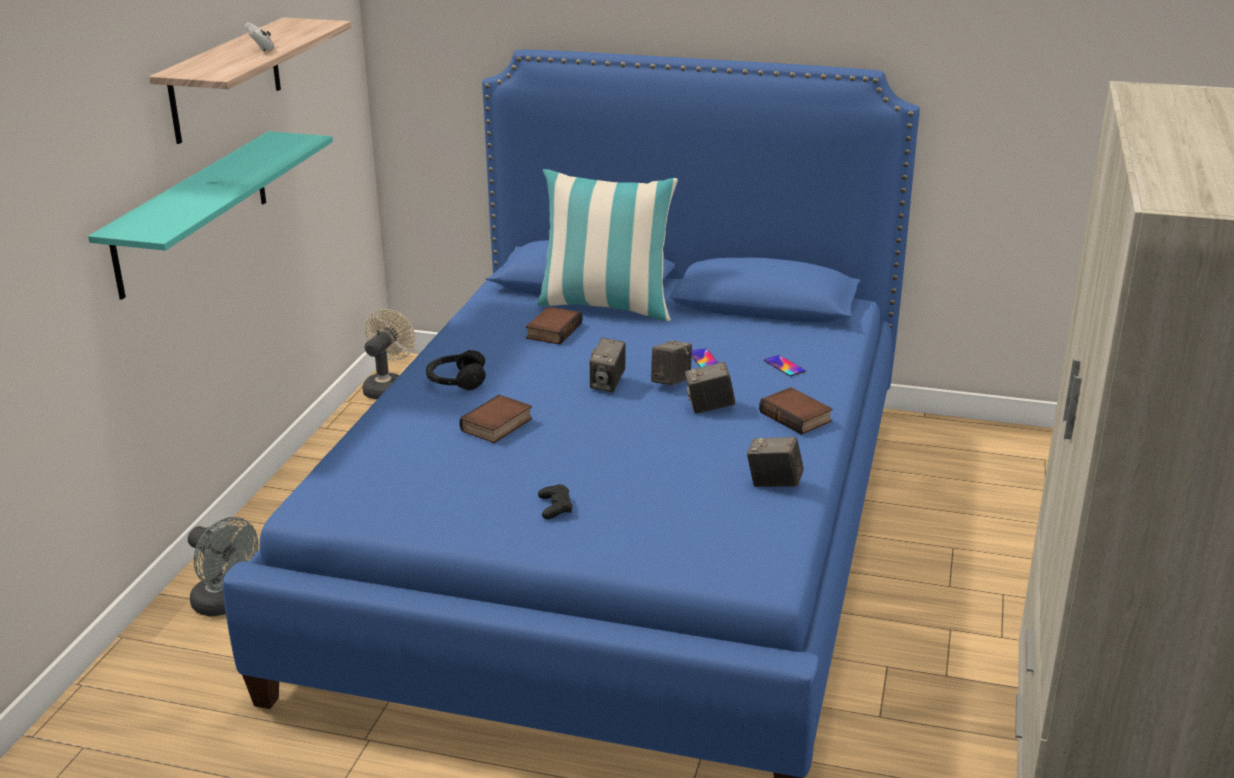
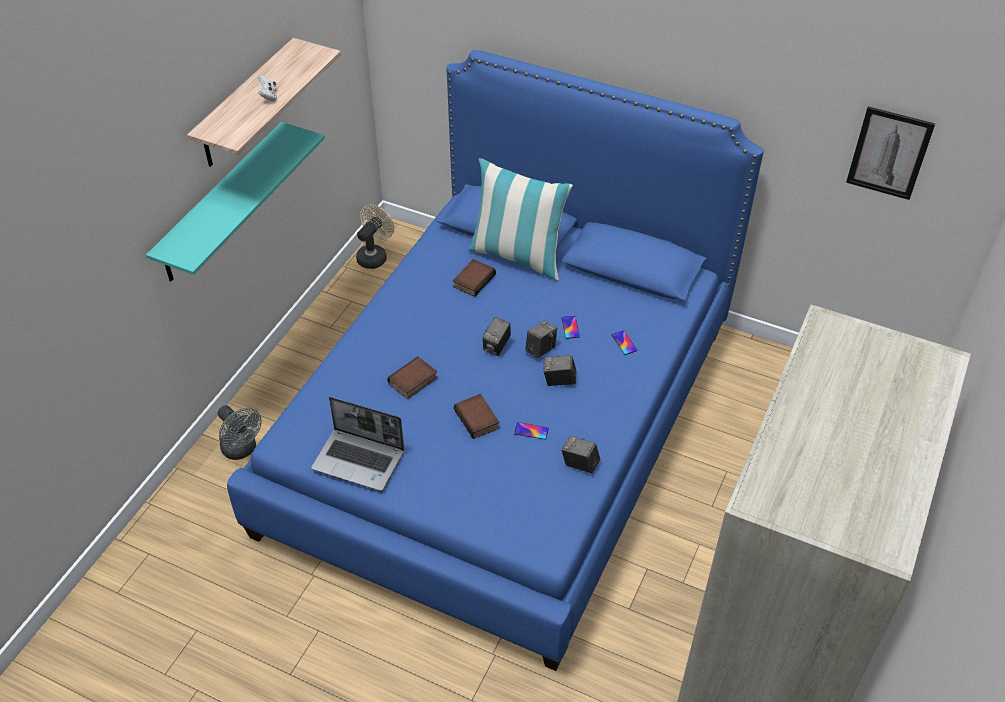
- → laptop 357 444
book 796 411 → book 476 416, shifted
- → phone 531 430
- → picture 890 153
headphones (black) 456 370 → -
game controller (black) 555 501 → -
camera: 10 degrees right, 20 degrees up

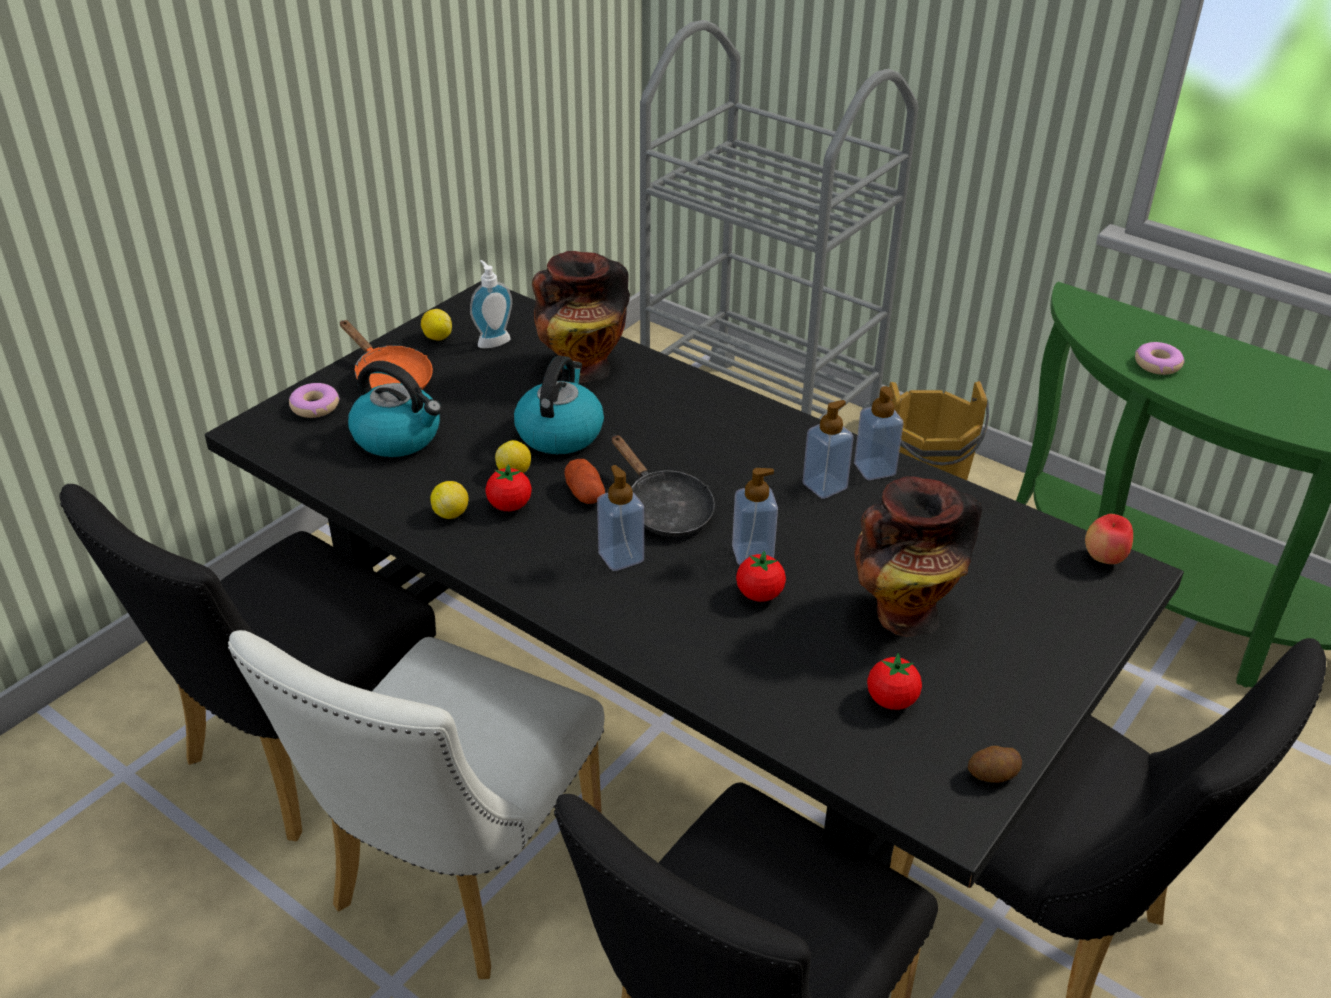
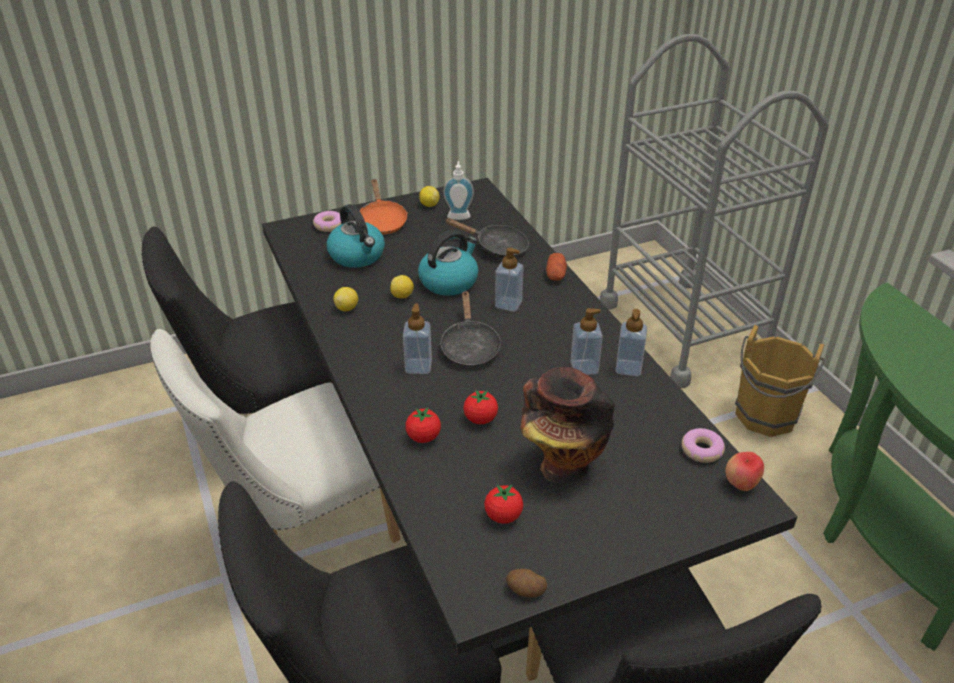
tomato 508 487 → tomato 423 425, shifted
vase 581 317 → frying pan (black) 487 238
soap dispenser 755 516 → soap dispenser 509 280, shifted
potato 584 481 → potato 556 267, shifted
donut 1160 358 → donut 703 445, shifted
camera: 30 degrees right, 0 degrees up

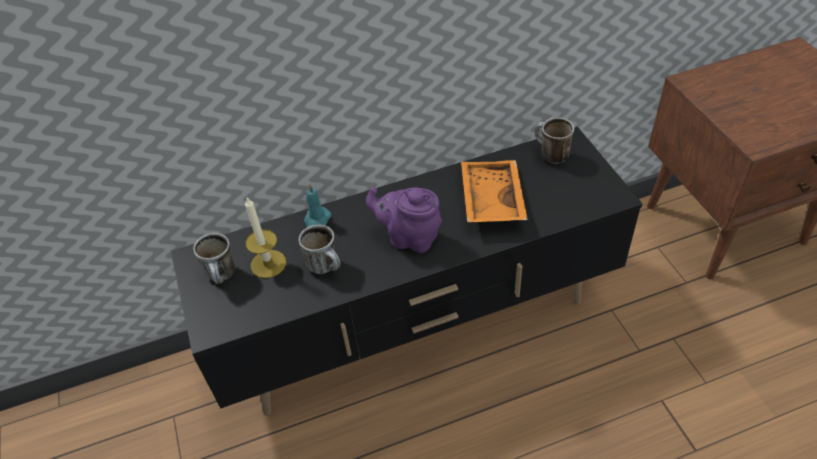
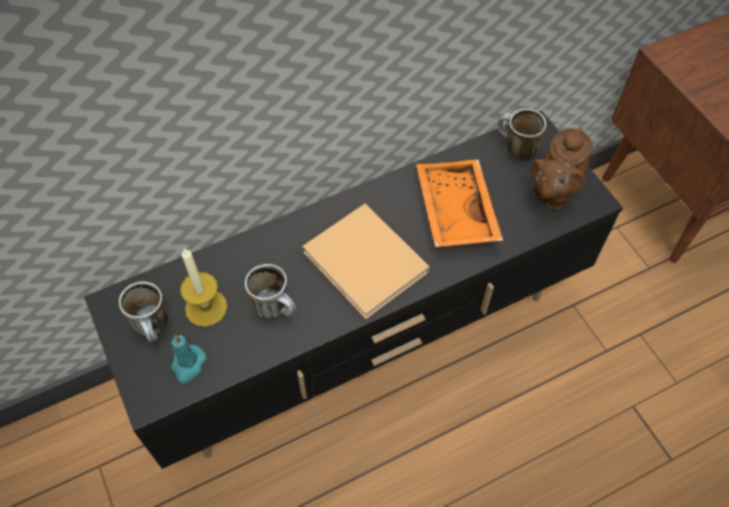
candle (turquoise) 317 205 → candle (turquoise) 188 359, shifted
teapot (purple) 404 220 → book (beige) 366 261
- → teapot (brown) 561 169
camera: 10 degrees left, 10 degrees up

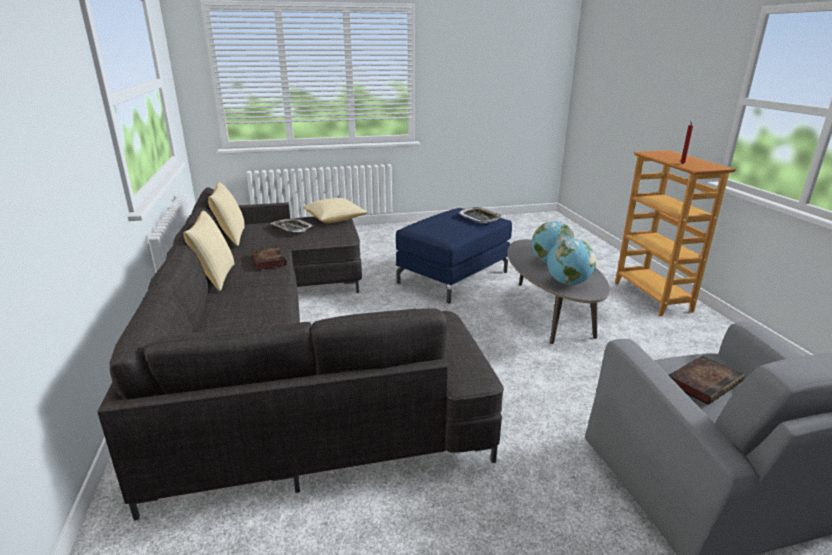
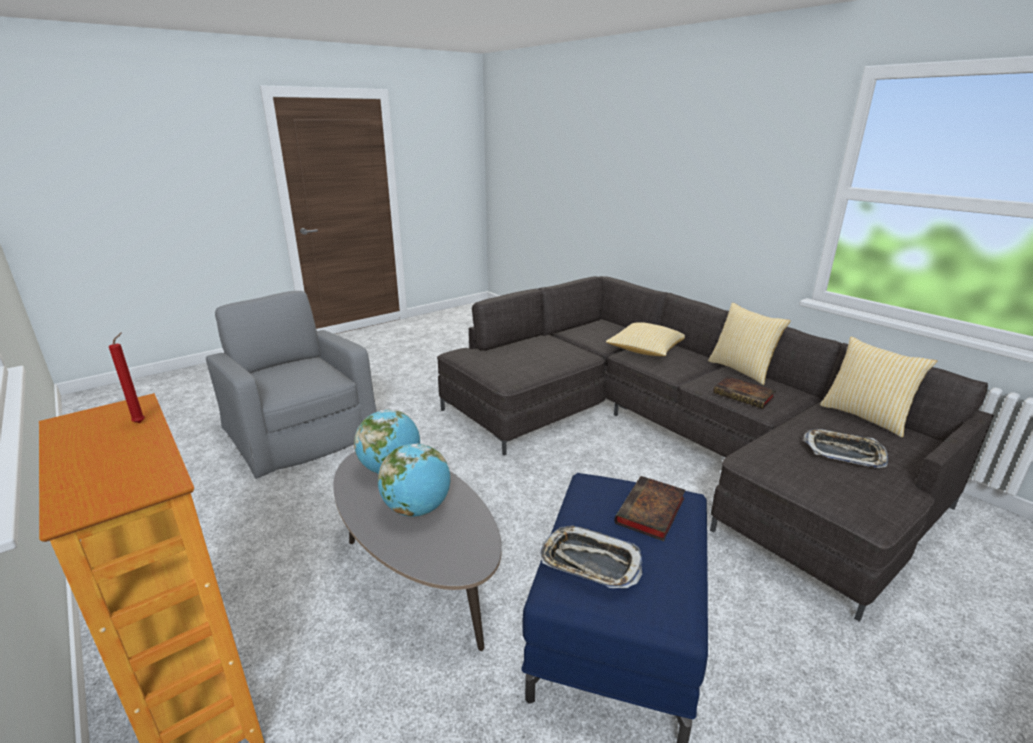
pillow 335 210 → pillow 645 339, shifted
book 707 380 → book 650 508, shifted
camera: 155 degrees right, 0 degrees up

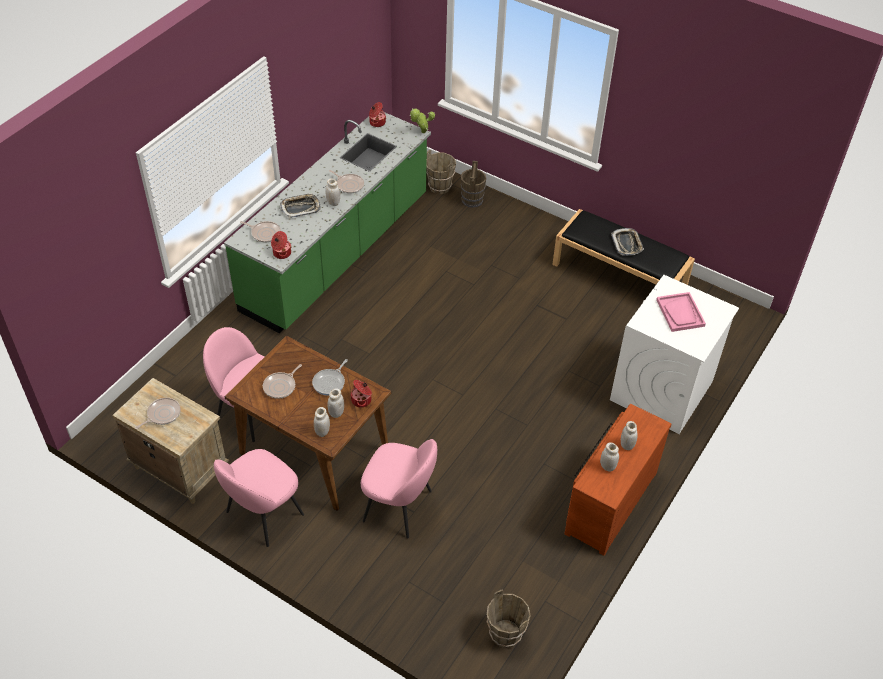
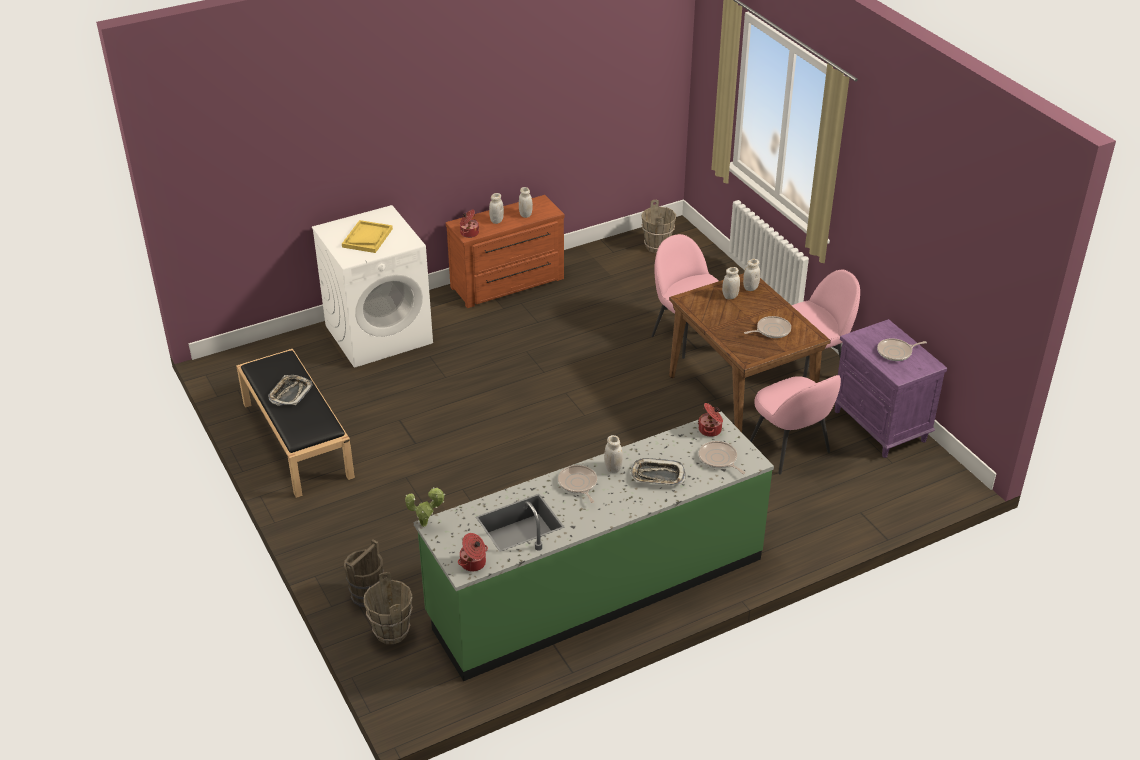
tray (pink) 681 312 → tray (yellow) 367 236
cooking pot 361 394 → cooking pot 469 223, shifted
nightstand (beige) 171 441 → nightstand (purple) 891 388
frying pan 330 377 → -
camera: 150 degrees left, 10 degrees down

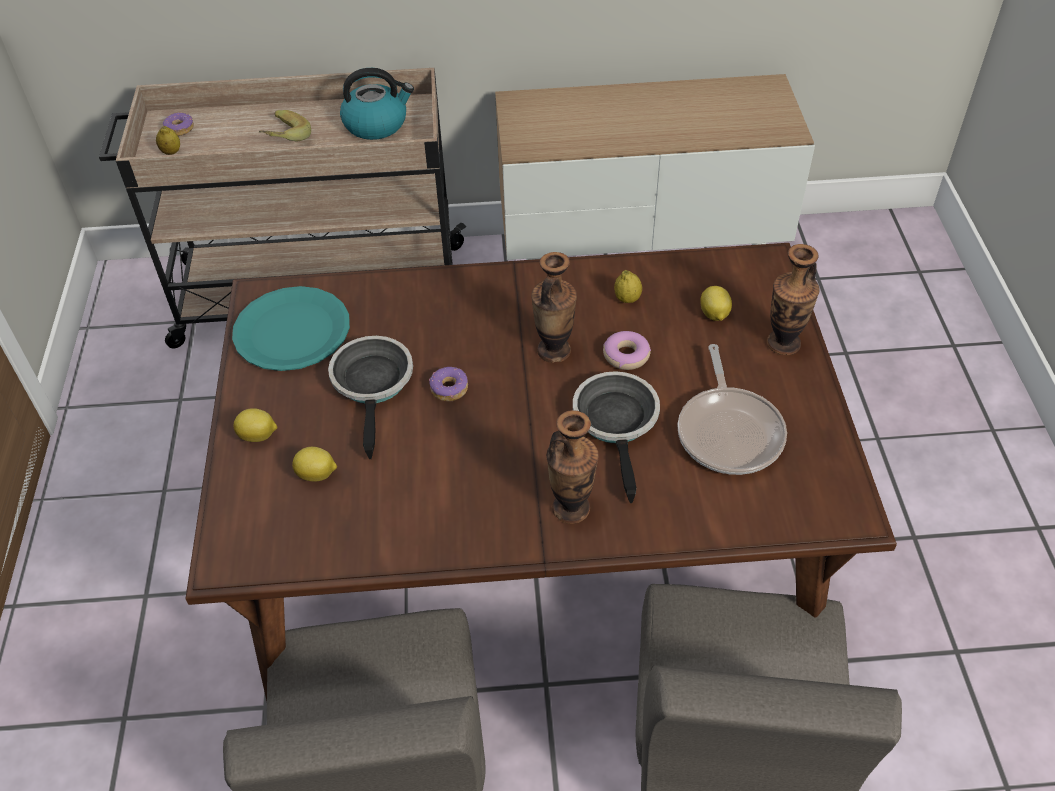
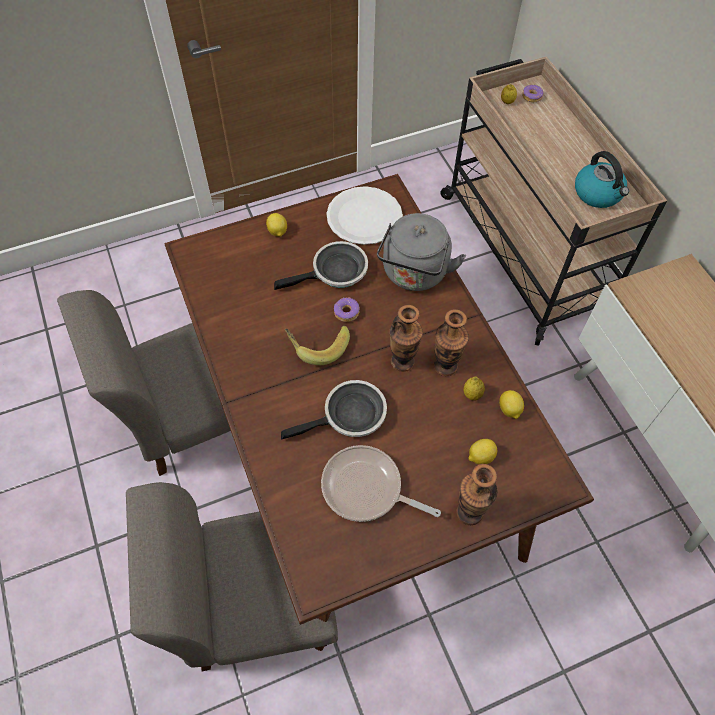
banana 285 125 → banana 317 345, shifted
frying pan 732 409 → frying pan 381 483, 45 degrees clockwise
plate (turquoise) 291 328 → plate (white) 364 215
- → kettle (grey) 421 252
vase 572 467 → vase 451 342, shifted
lemon 314 464 → lemon 511 404, shifted
donut 627 350 → -
camera: 70 degrees right, 10 degrees up

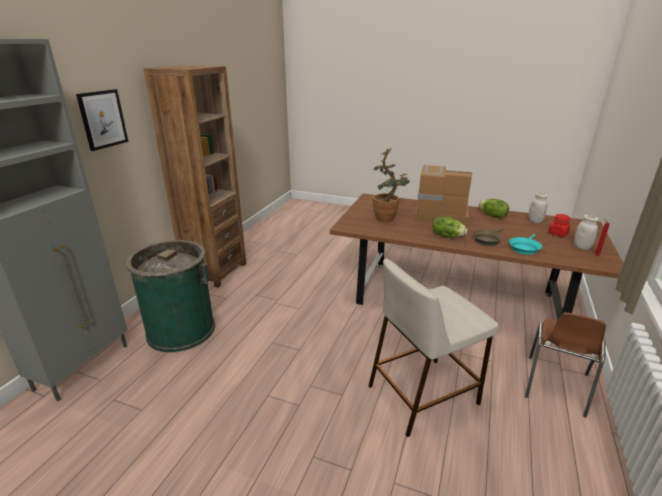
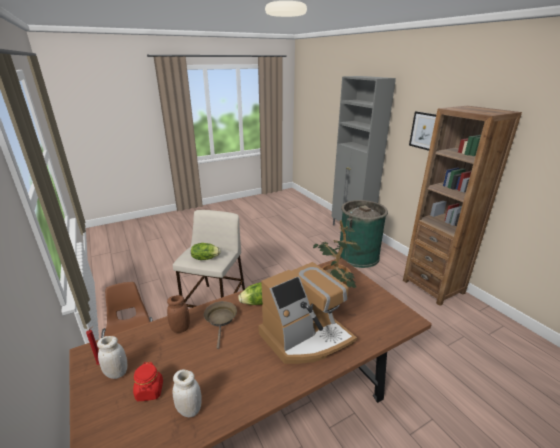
frying pan (turquoise) 525 244 → jar (brown) 178 314
lettuce 493 208 → lettuce 206 251, shifted
camera: 130 degrees right, 0 degrees up

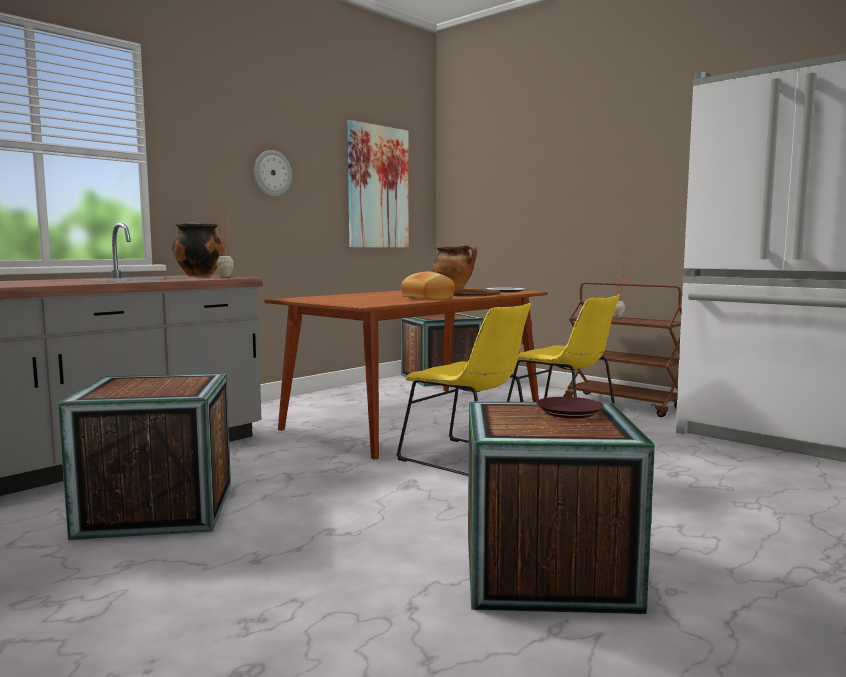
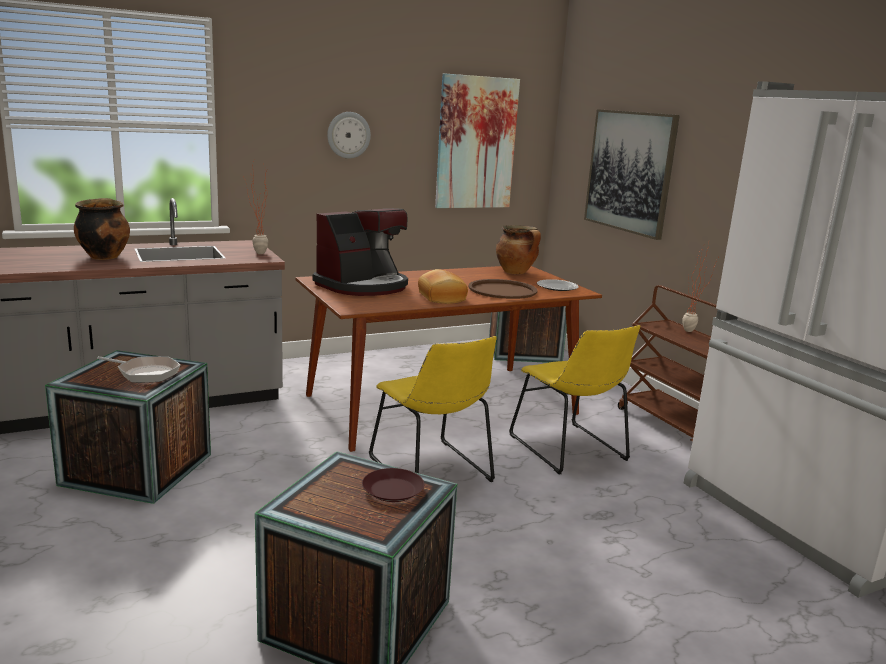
cooking pot 197 249 → cooking pot 102 229, shifted
- → frying pan 139 369
- → coffee machine 360 252
- → picture 632 174
camera: 20 degrees right, 10 degrees up

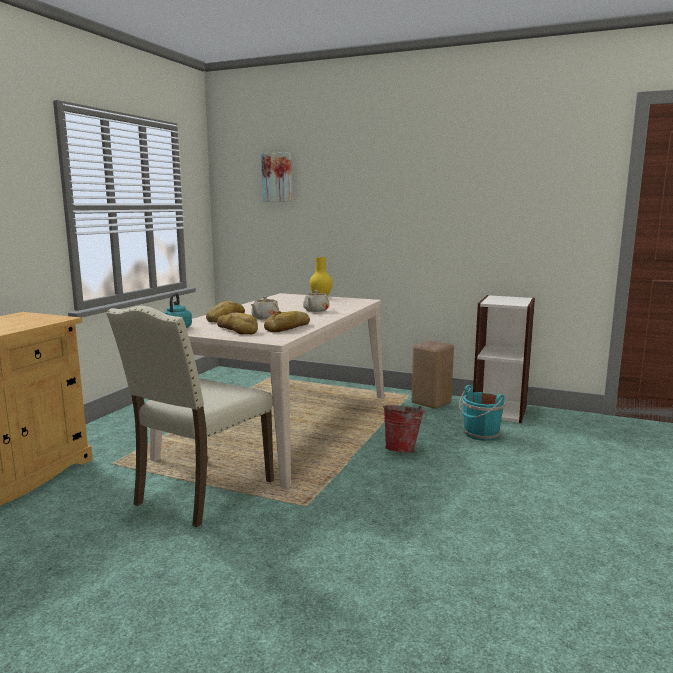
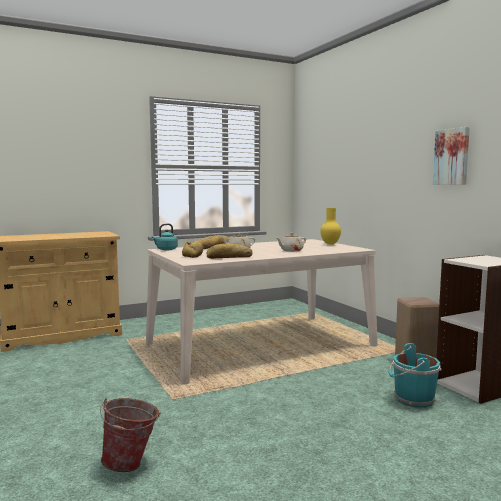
bucket 405 429 → bucket 130 435, shifted
picture 276 177 → picture 451 156, shifted
chair (beige) 190 416 → -
camera: 40 degrees right, 5 degrees down

